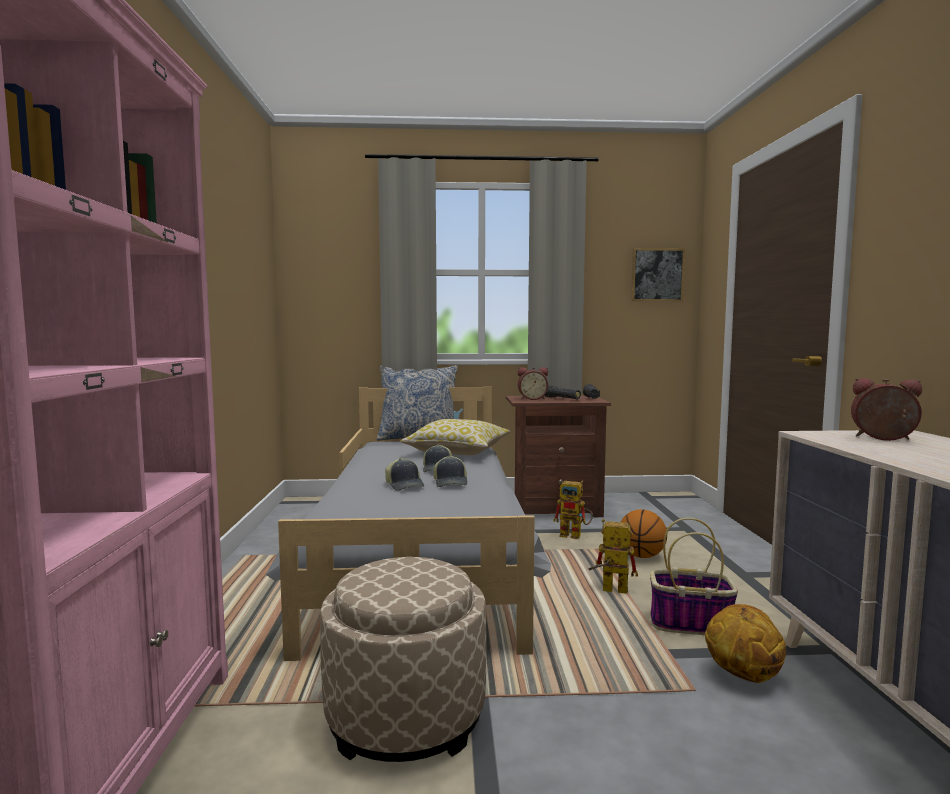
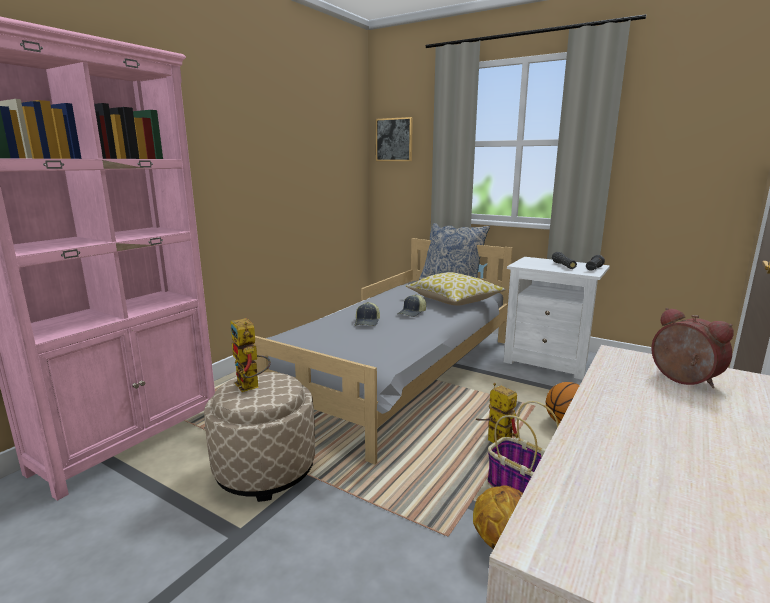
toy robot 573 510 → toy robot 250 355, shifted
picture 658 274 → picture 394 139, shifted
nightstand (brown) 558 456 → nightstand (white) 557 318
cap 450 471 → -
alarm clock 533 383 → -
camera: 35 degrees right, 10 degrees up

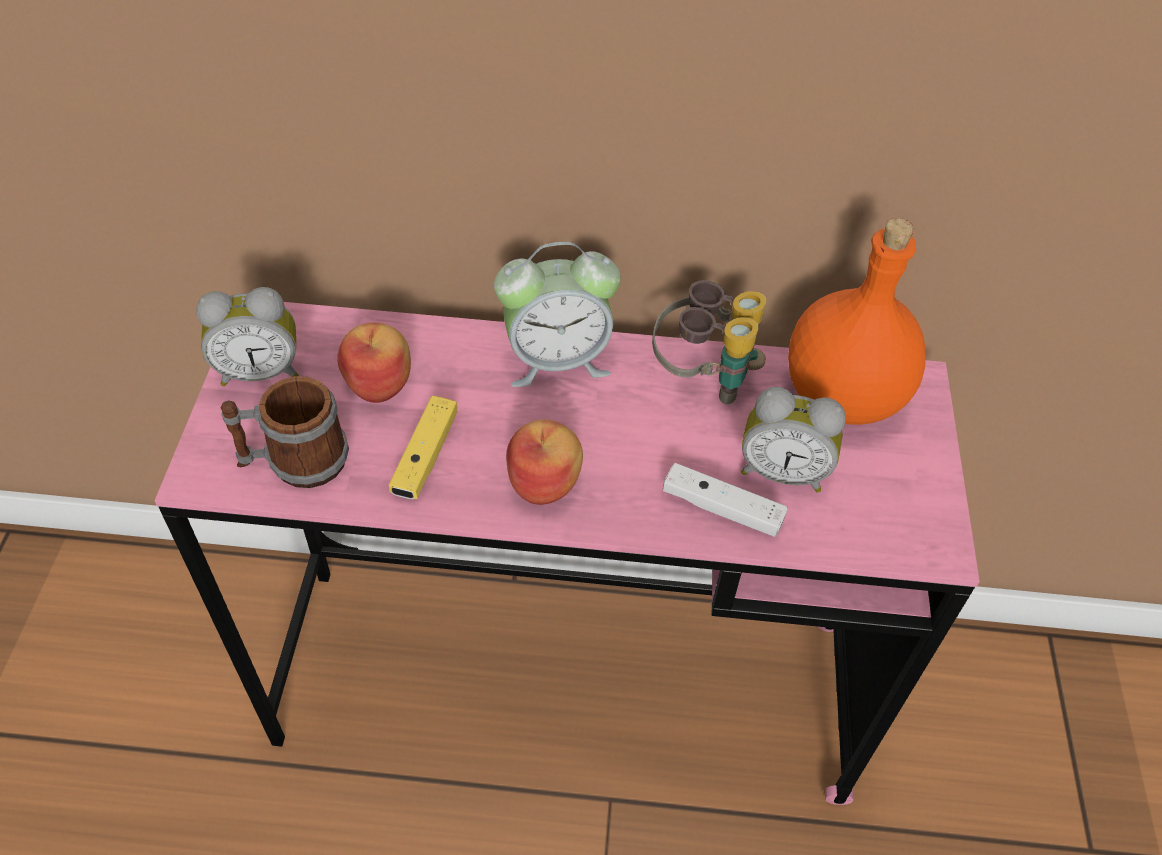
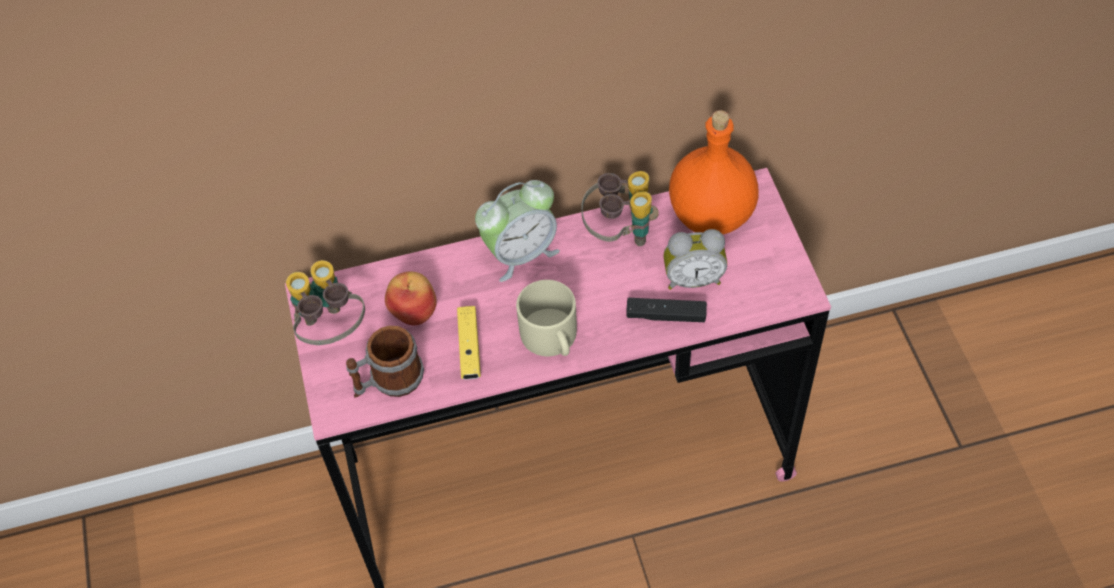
alarm clock 247 336 → binoculars 325 302
apple 544 462 → mug (beige) 546 318
game controller (white) 725 500 → game controller (black) 666 310
camera: 15 degrees left, 5 degrees up

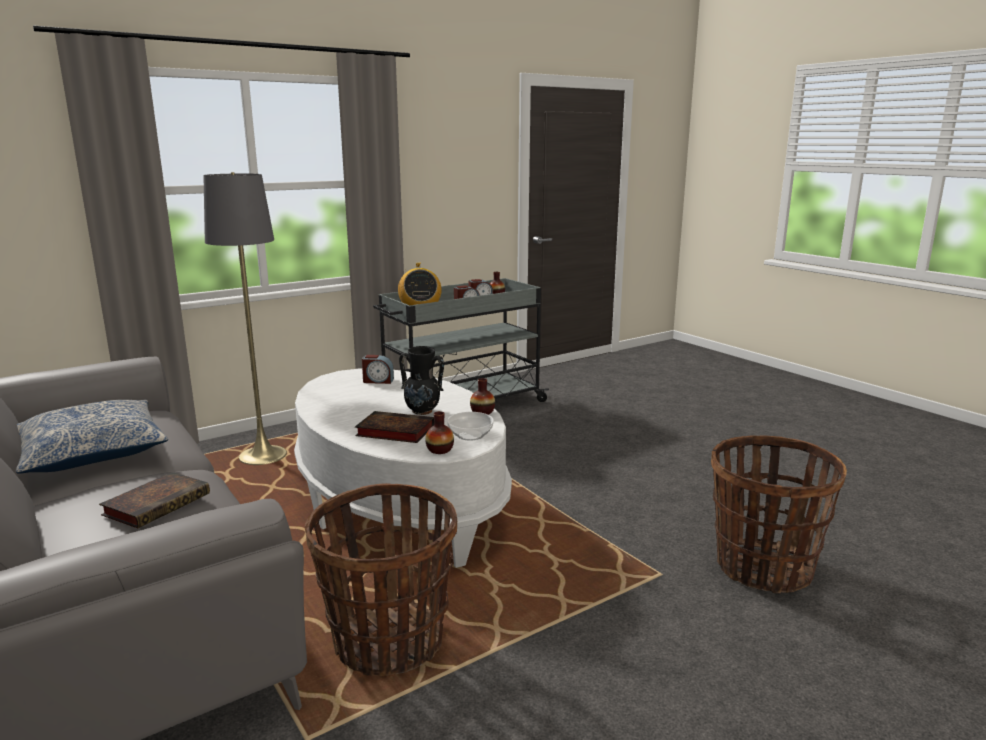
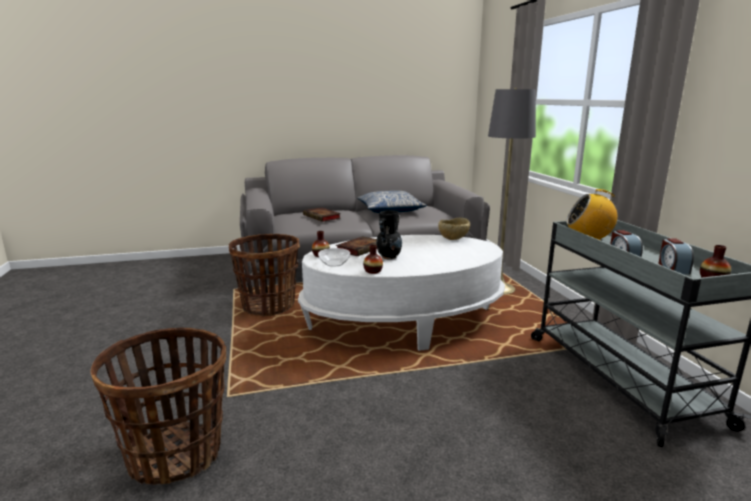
- → bowl (beige) 454 229
alarm clock 378 369 → -
camera: 110 degrees right, 0 degrees up

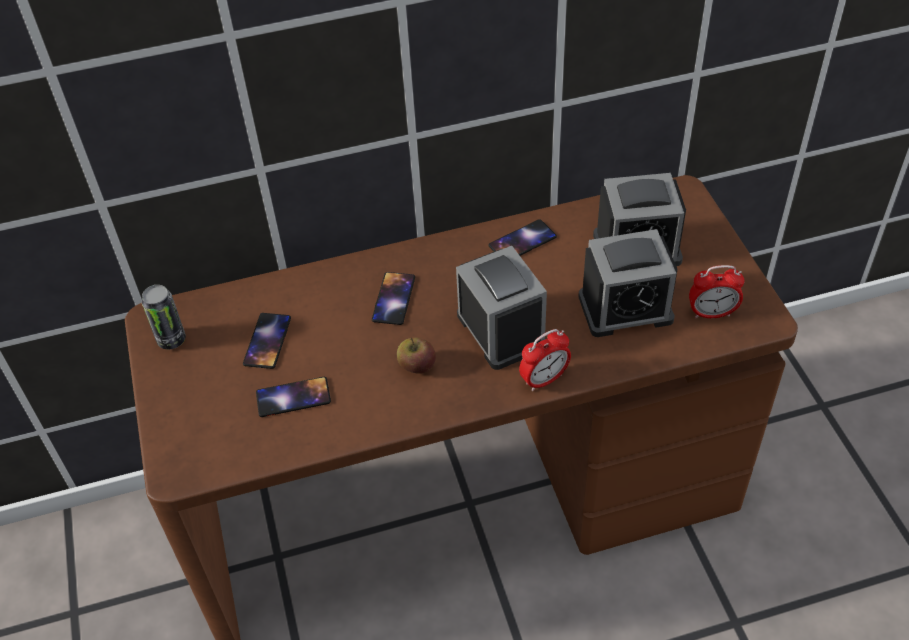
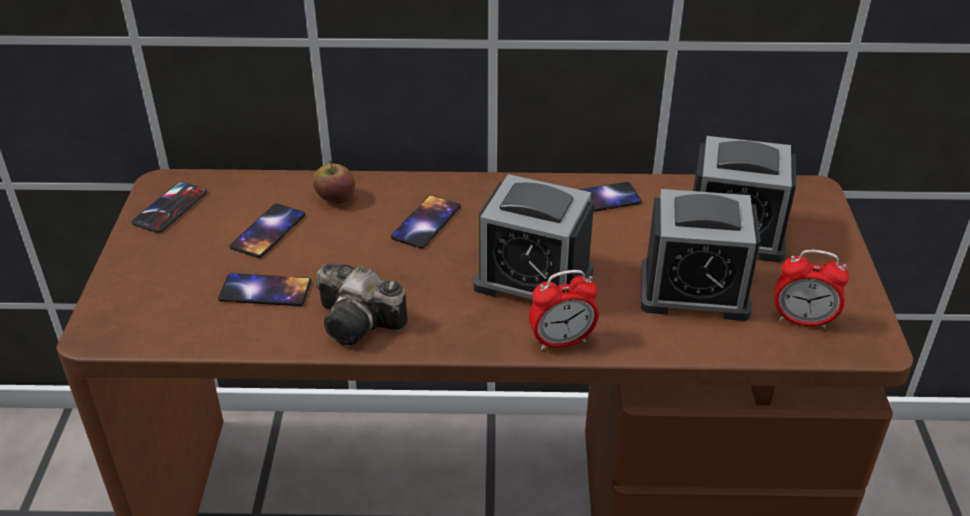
can 164 317 → phone 169 207
apple 416 356 → apple 334 182, shifted
- → photo camera 362 304
alarm clock 501 308 → alarm clock 533 236, 120 degrees clockwise
camera: 15 degrees right, 10 degrees down

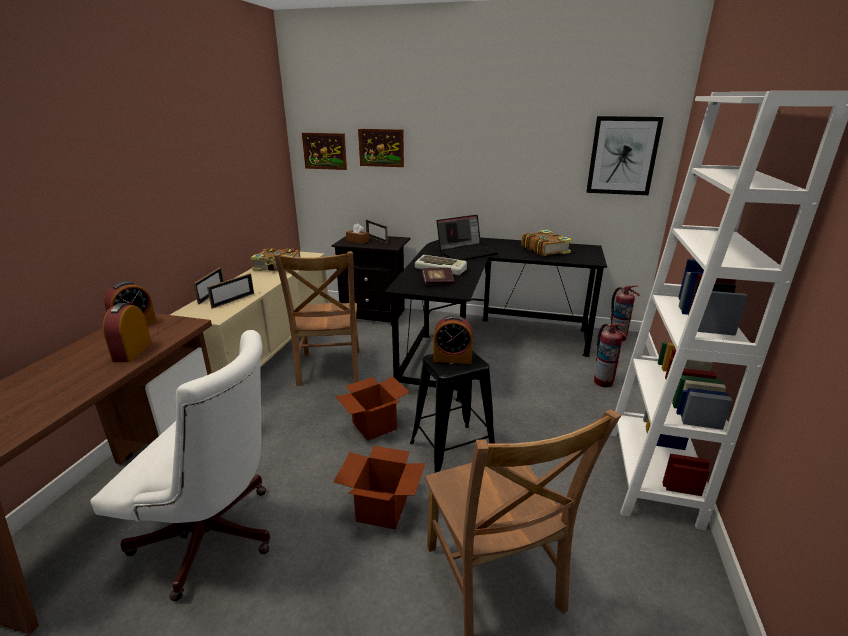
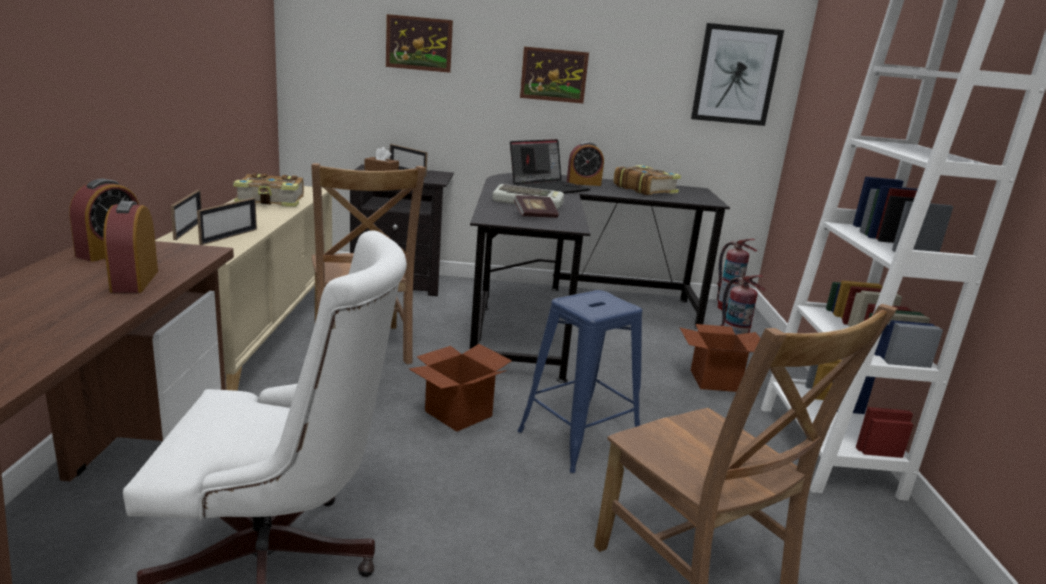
stool (black) 452 411 → stool (blue) 580 381
picture 324 151 → picture 554 75, shifted
alarm clock 453 339 → alarm clock 585 164, shifted
cardboard box 379 488 → cardboard box 720 358, shifted
camera: 15 degrees left, 5 degrees down

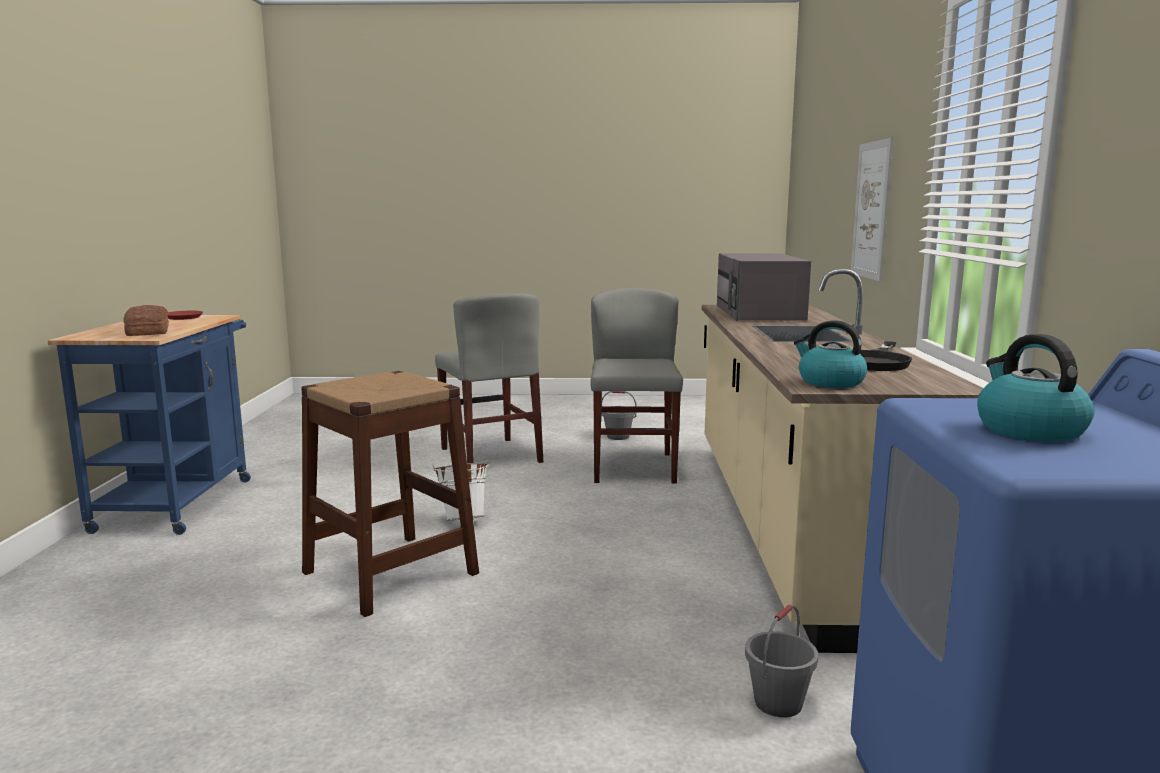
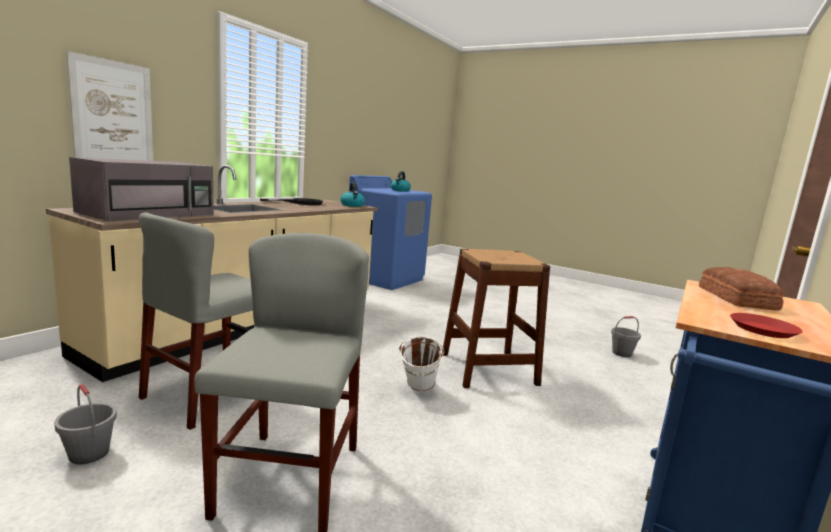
bucket (grey) 781 661 → bucket (grey) 626 336, shifted
camera: 150 degrees left, 0 degrees up

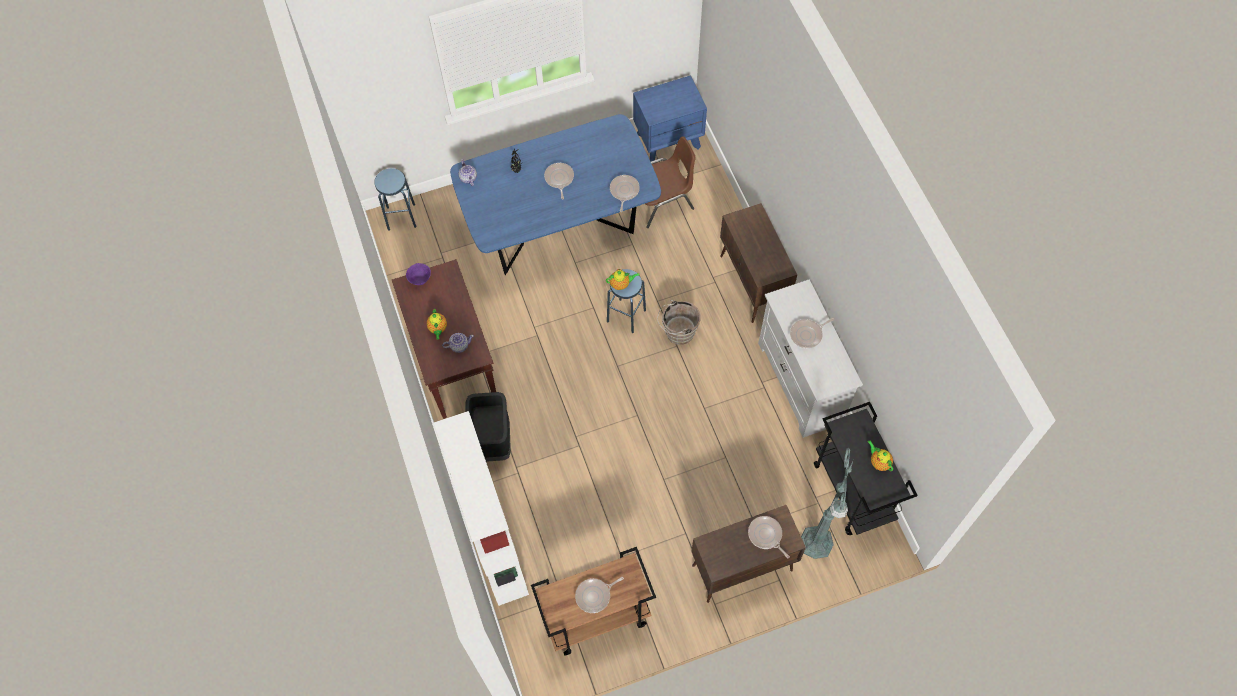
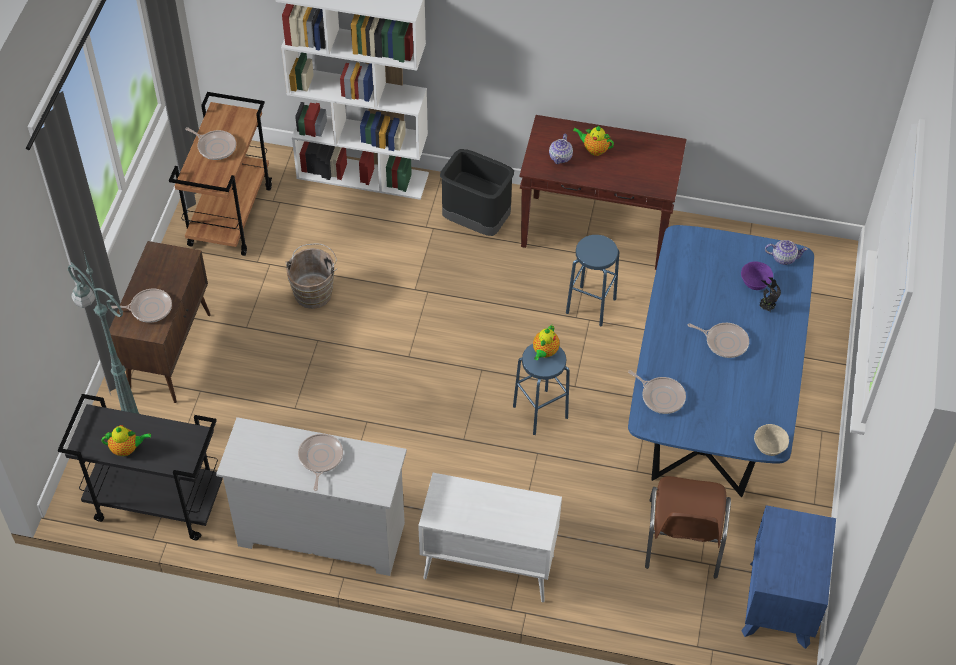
frying pan 599 595 → frying pan 210 143, 120 degrees clockwise
bucket (brown) 679 322 → bucket (brown) 312 276, shifted
cabinet (brown) 758 263 → cabinet (white) 490 538
stool (blue) 395 199 → stool (blue) 592 281, shifted
bowl (purple) 418 274 → bowl (purple) 757 276, shifted
- → bowl (beige) 771 440
camera: 120 degrees right, 10 degrees down

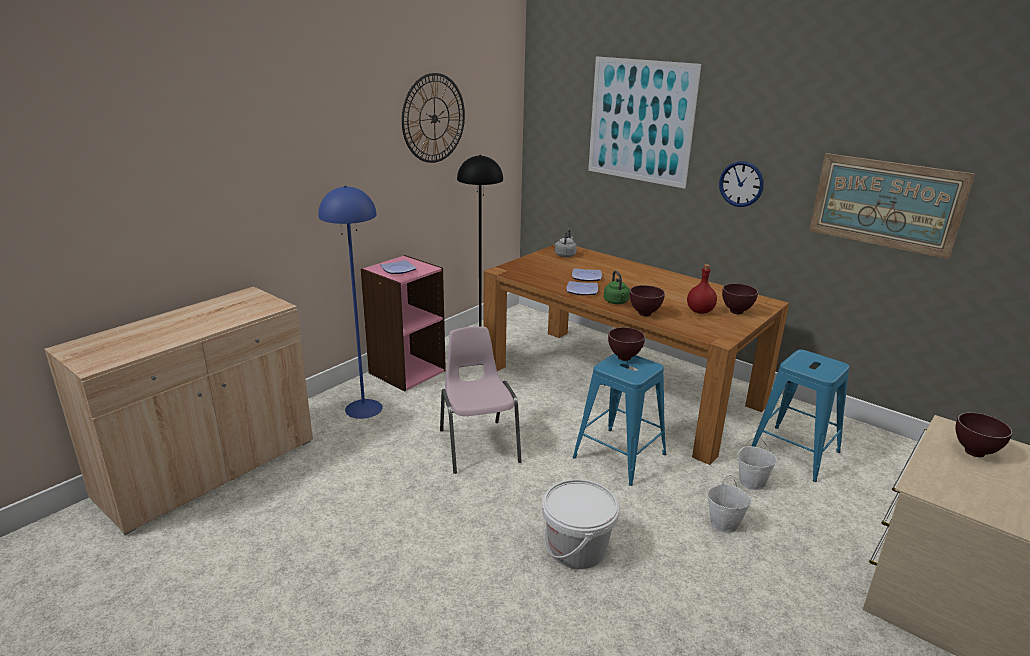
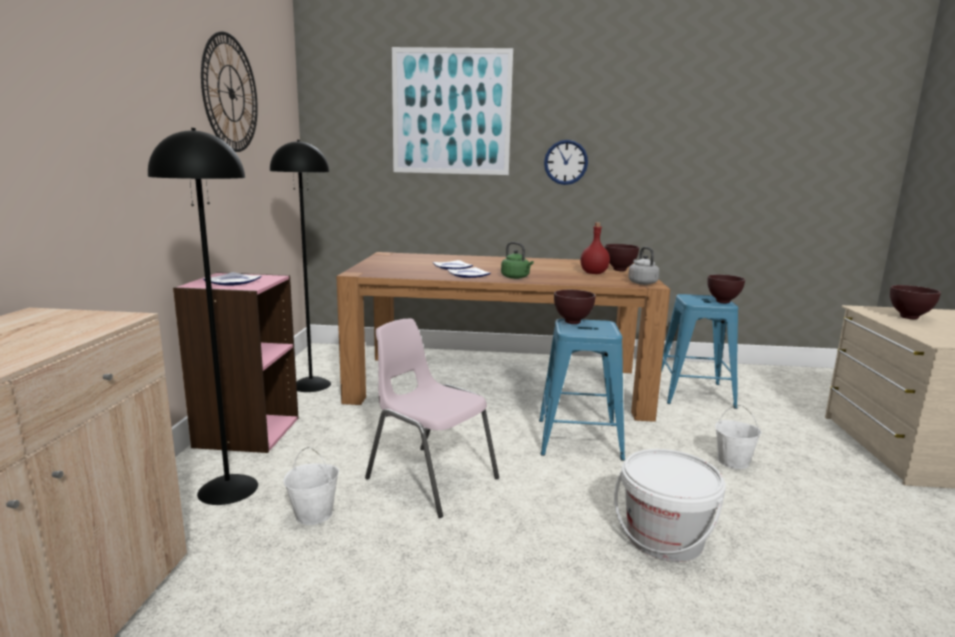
floor lamp (blue) 350 302 → floor lamp (black) 203 316
bucket (white) 757 464 → bucket (white) 311 486, shifted
kettle (grey) 566 243 → kettle (grey) 643 266, shifted
bowl (brown) 647 301 → bowl (brown) 726 289, shifted
picture 892 206 → -
camera: 35 degrees left, 10 degrees down

